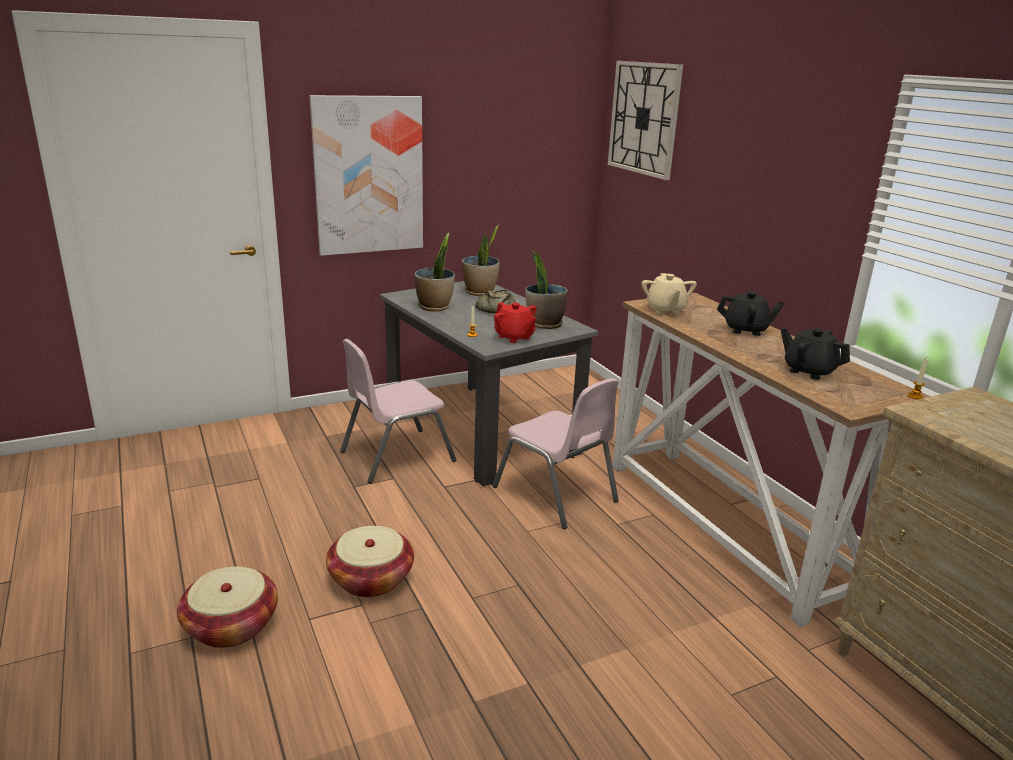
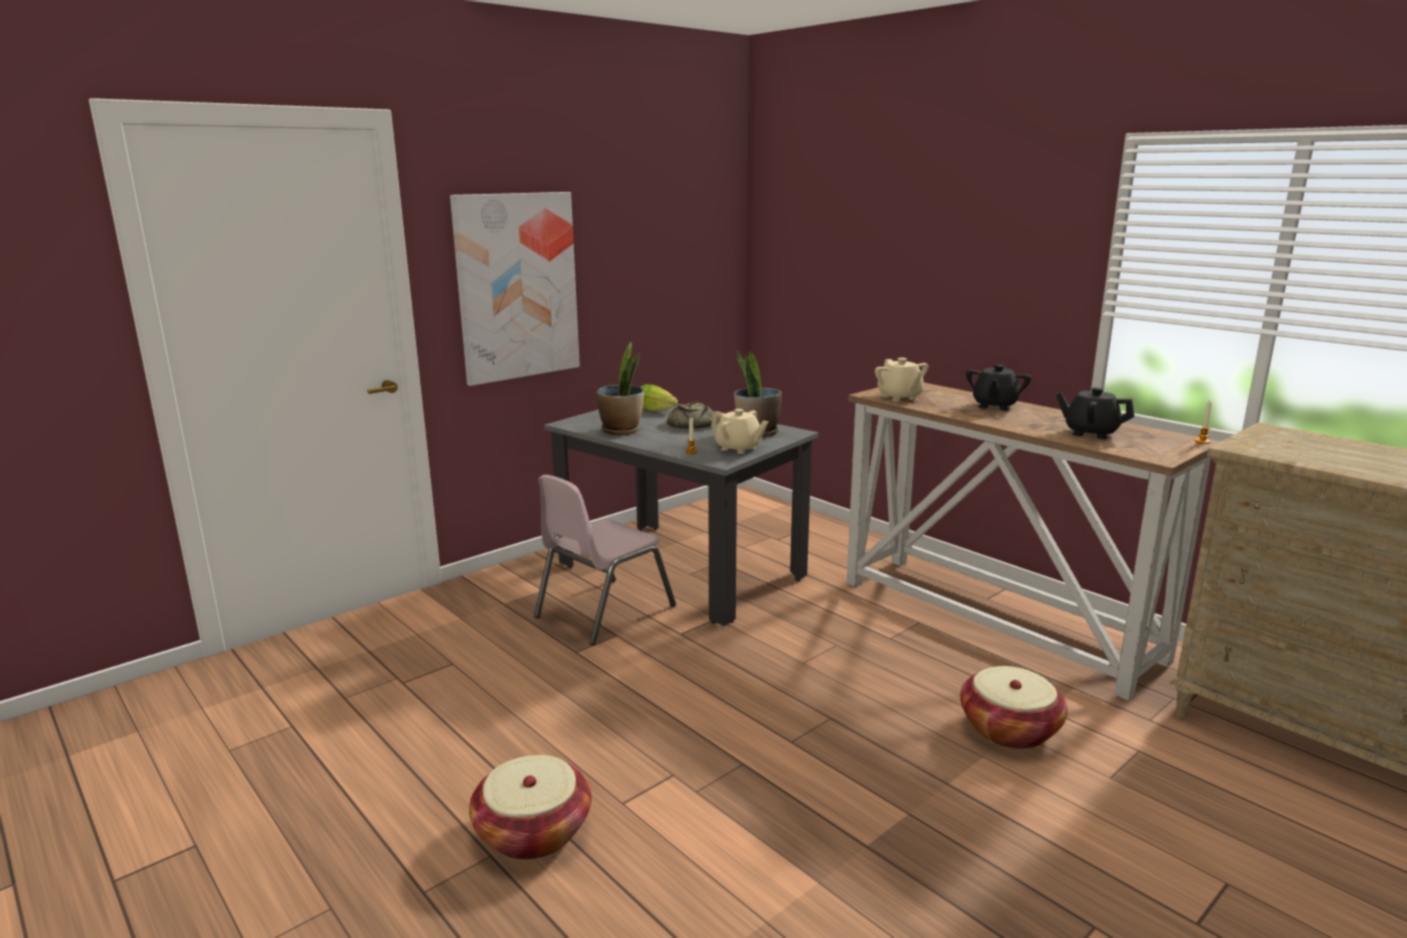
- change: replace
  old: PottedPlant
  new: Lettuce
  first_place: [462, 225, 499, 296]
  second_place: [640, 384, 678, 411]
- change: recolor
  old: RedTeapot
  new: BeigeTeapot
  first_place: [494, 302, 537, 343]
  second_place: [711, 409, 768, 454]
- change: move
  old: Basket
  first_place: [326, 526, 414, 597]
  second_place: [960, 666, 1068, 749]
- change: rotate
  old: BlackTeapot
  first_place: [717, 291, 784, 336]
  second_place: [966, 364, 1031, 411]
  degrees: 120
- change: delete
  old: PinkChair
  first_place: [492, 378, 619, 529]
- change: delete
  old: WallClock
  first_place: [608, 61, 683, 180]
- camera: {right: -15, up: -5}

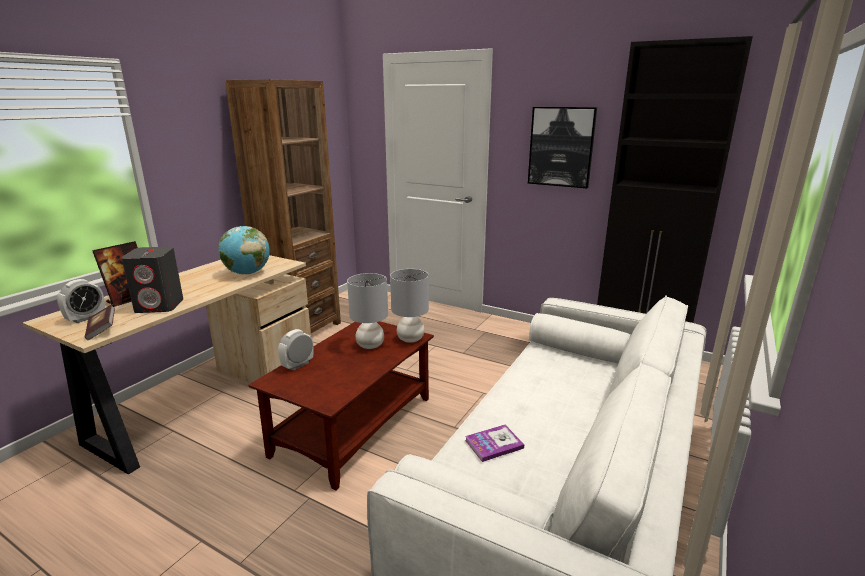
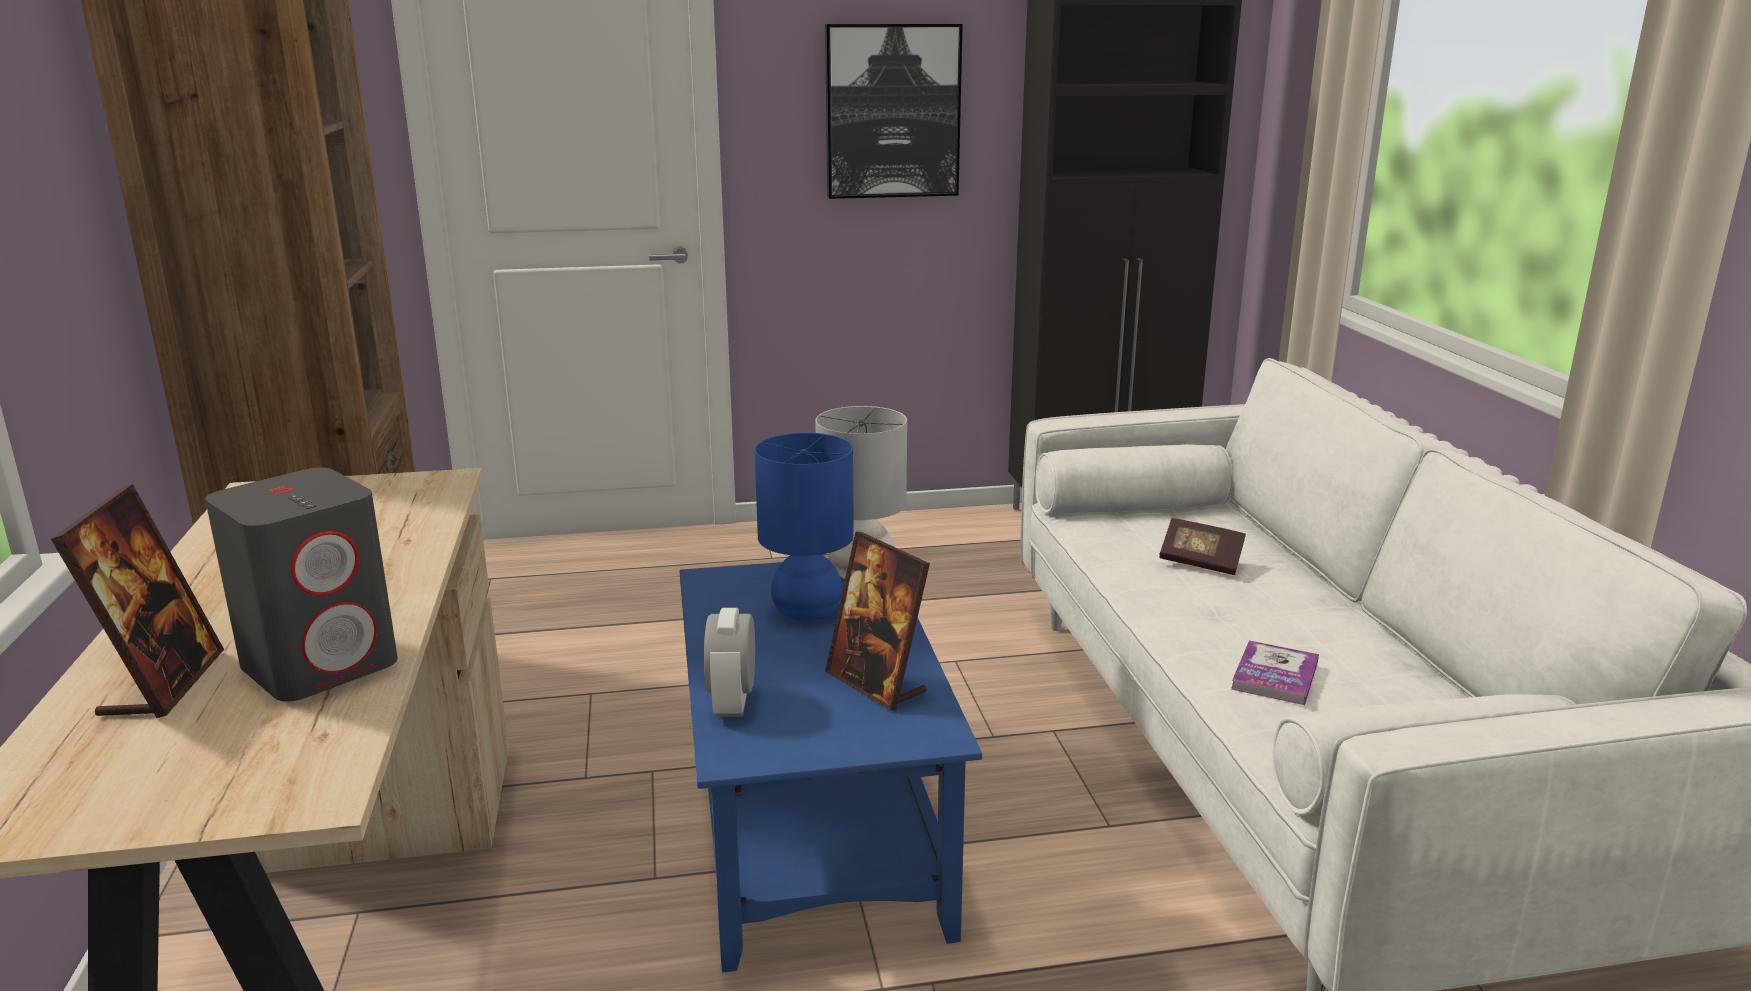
- change: recolor
  old: BrownCoffeeTable
  new: BlueCoffeeTable
  first_place: [249, 321, 434, 491]
  second_place: [680, 559, 982, 972]
- change: recolor
  old: GreyTableLamp
  new: BlueTableLamp
  first_place: [347, 273, 388, 349]
  second_place: [754, 433, 854, 621]
- change: insert
  new: PictureFrame
  second_place: [825, 532, 930, 711]
- change: move
  old: Book
  first_place: [85, 304, 115, 340]
  second_place: [1160, 518, 1246, 575]
- change: delete
  old: AlarmClock
  first_place: [57, 279, 105, 323]
- change: delete
  old: Globe
  first_place: [218, 226, 270, 274]
- camera: {right: -40, up: 0}

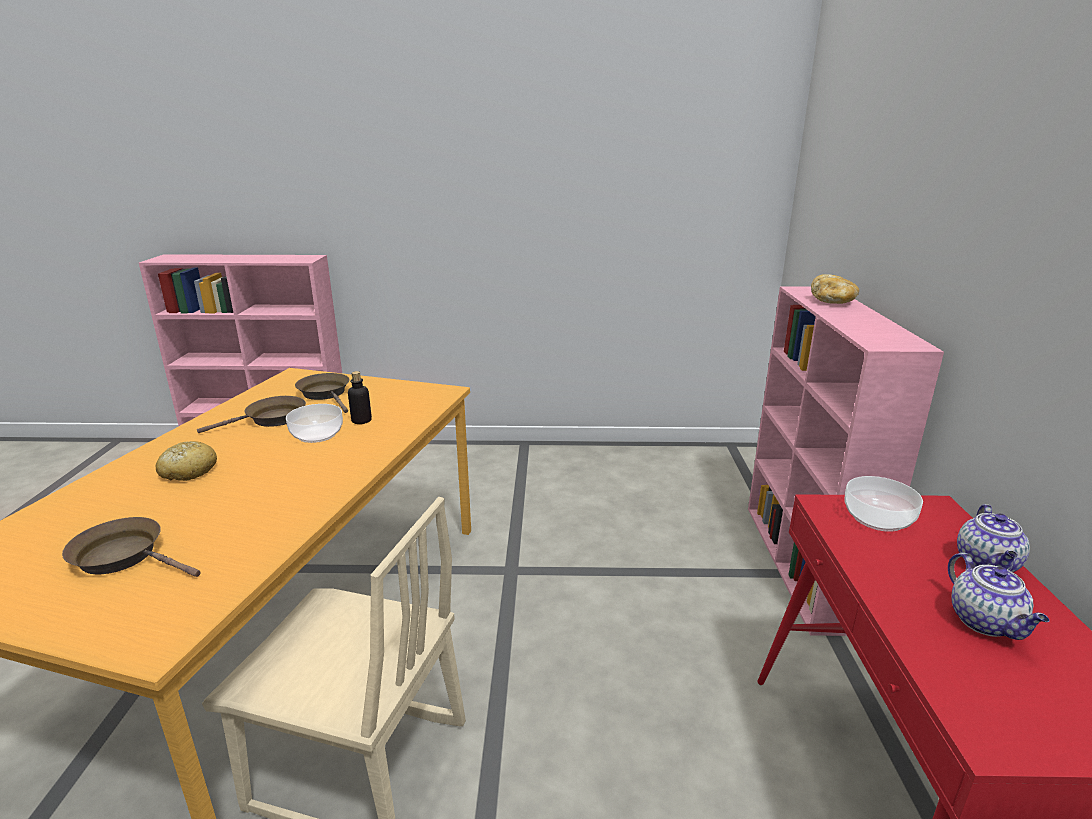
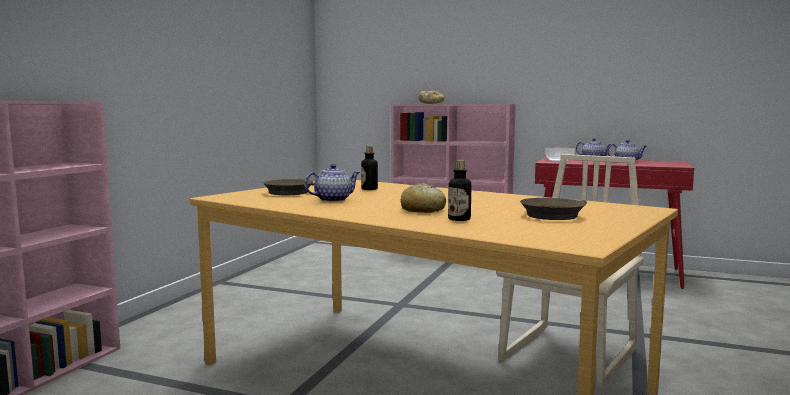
- change: replace
  old: BrownFryingPan
  new: Teapot
  first_place: [197, 396, 306, 433]
  second_place: [304, 164, 360, 202]
- change: insert
  new: Bottle
  second_place: [448, 160, 471, 221]
- change: delete
  old: Bowl
  first_place: [286, 404, 343, 443]
- camera: {right: -70, up: -15}

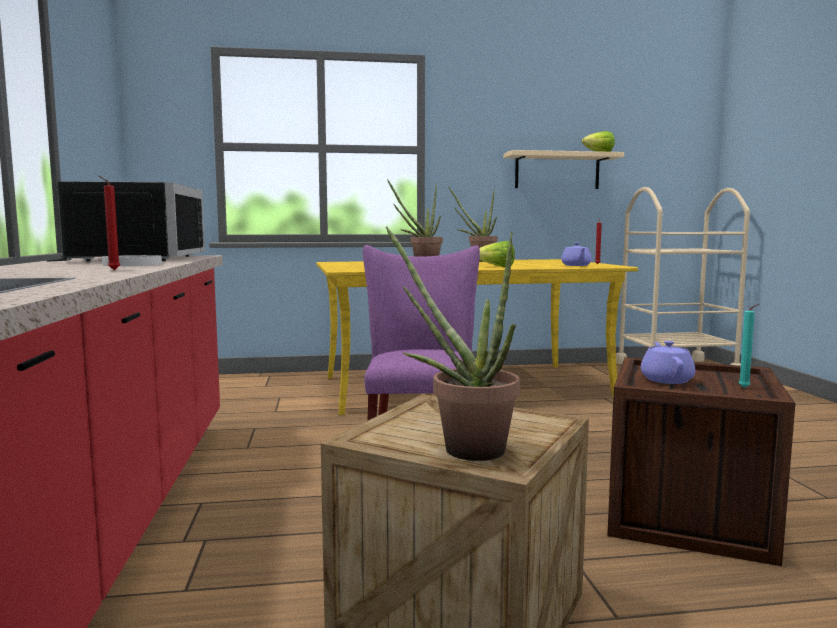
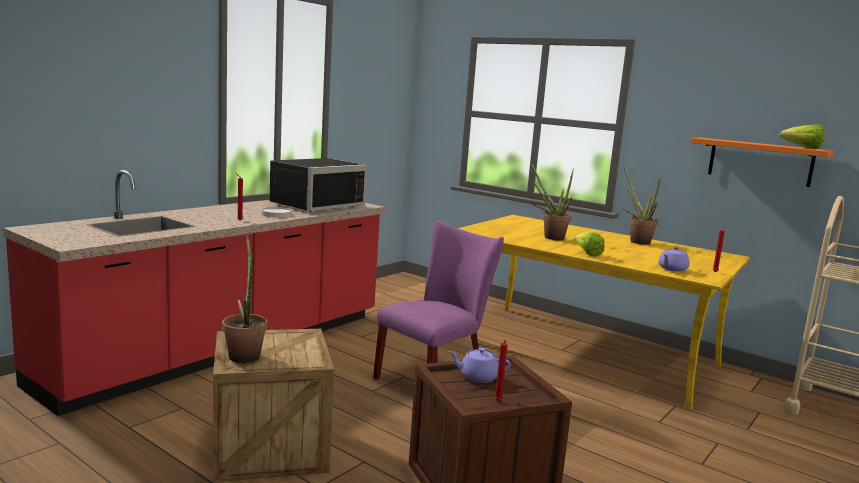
- change: rotate
  old: PurpleTeapot
  first_place: [641, 341, 696, 384]
  second_place: [448, 348, 511, 383]
  degrees: -135
- change: recolor
  old: TurquoiseCandle
  new: RedCandle
  first_place: [739, 303, 760, 388]
  second_place: [494, 340, 507, 401]
- change: recolor
  old: BeigeShelf
  new: OrangeShelf
  first_place: [503, 150, 624, 189]
  second_place: [690, 138, 834, 187]
- camera: {right: 45, up: 5}

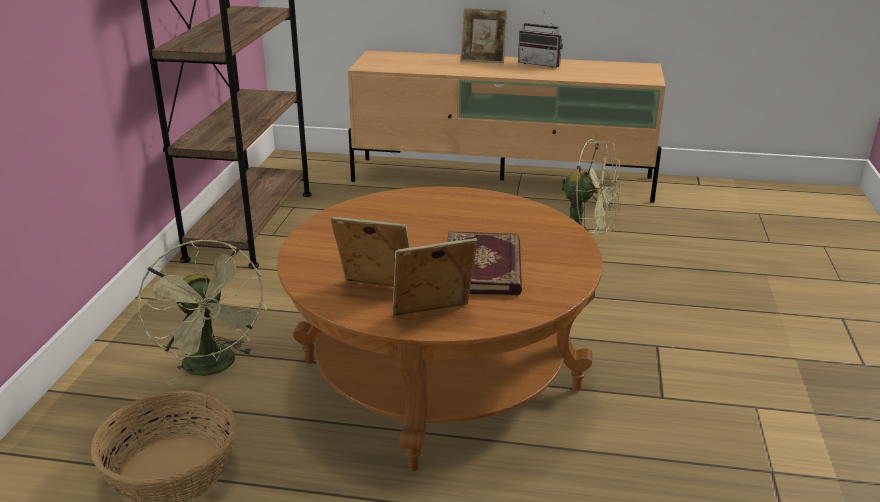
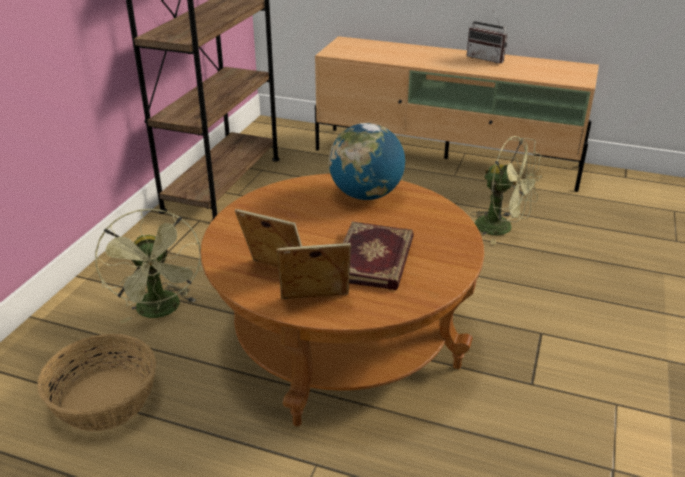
- change: insert
  new: Globe
  second_place: [328, 123, 405, 200]
- change: delete
  old: PictureFrame
  first_place: [460, 8, 508, 63]
- camera: {right: 10, up: 5}

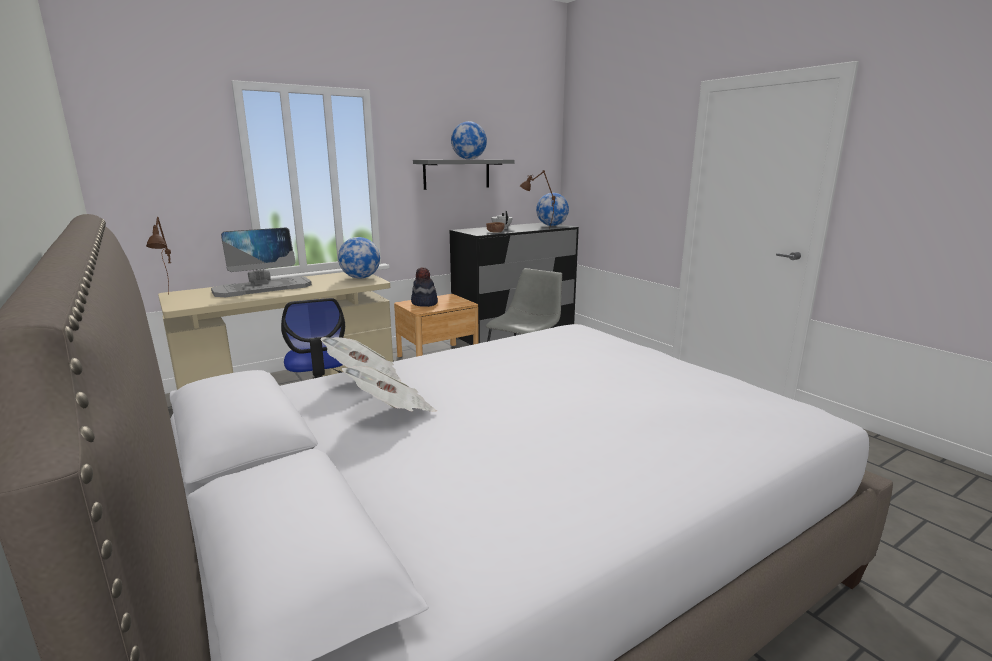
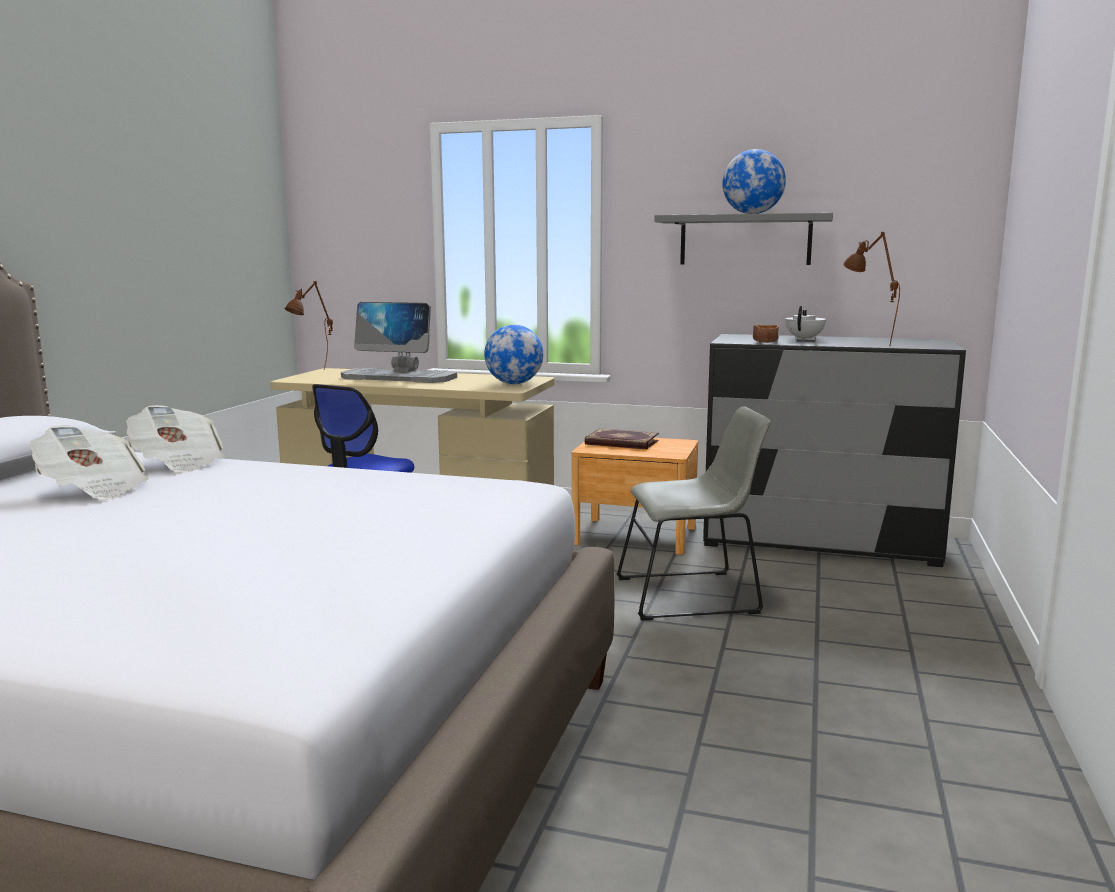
- change: replace
  old: Hat
  new: Book
  first_place: [411, 267, 438, 307]
  second_place: [585, 428, 659, 450]
- change: delete
  old: Globe
  first_place: [536, 193, 569, 226]
- camera: {right: 50, up: -5}

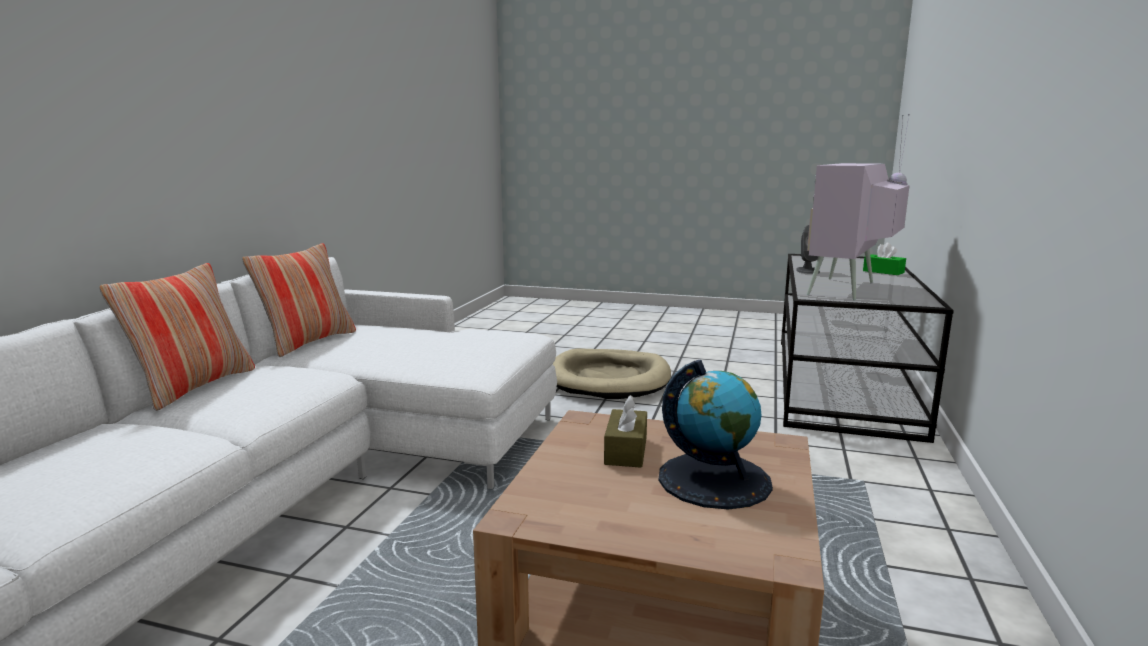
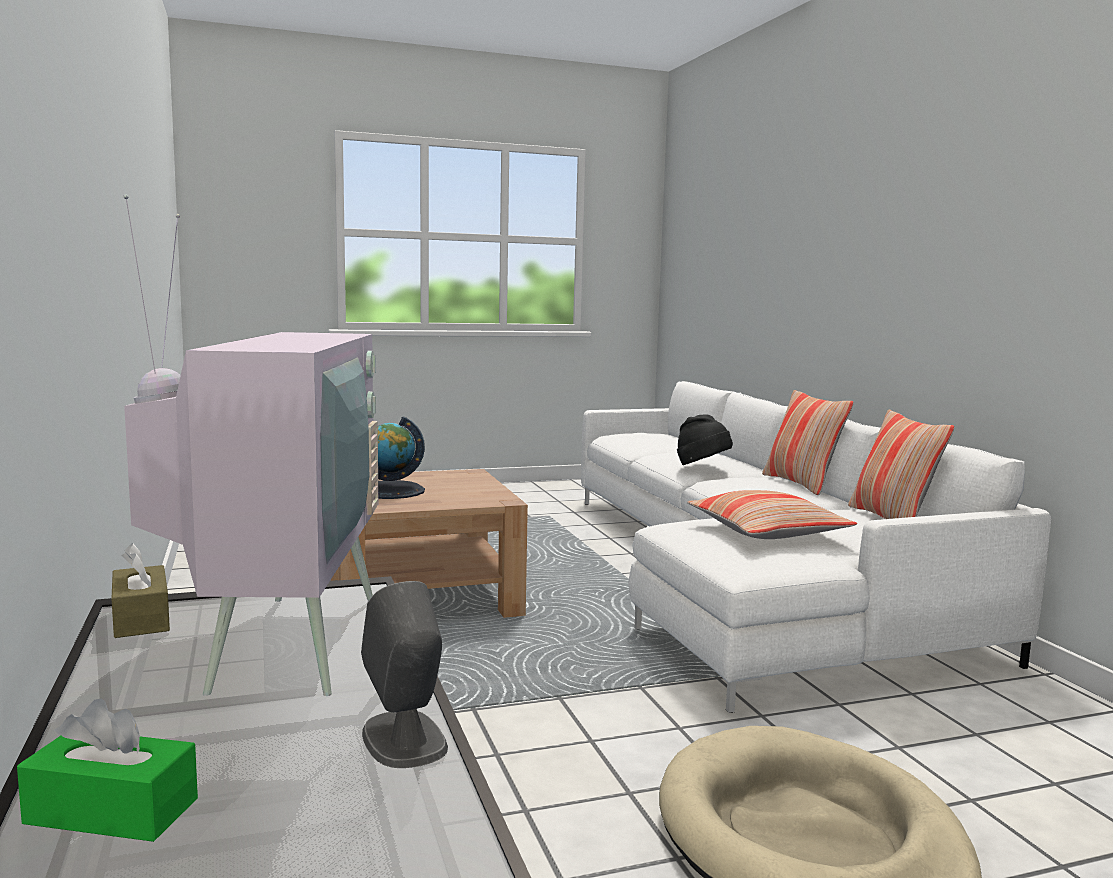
- change: move
  old: BrownTissueBox
  first_place: [604, 395, 647, 468]
  second_place: [111, 543, 170, 638]
- change: insert
  new: BlackHat
  second_place: [677, 414, 733, 465]
- change: insert
  new: Pillow
  second_place: [687, 490, 857, 539]
- camera: {right: 145, up: -5}

